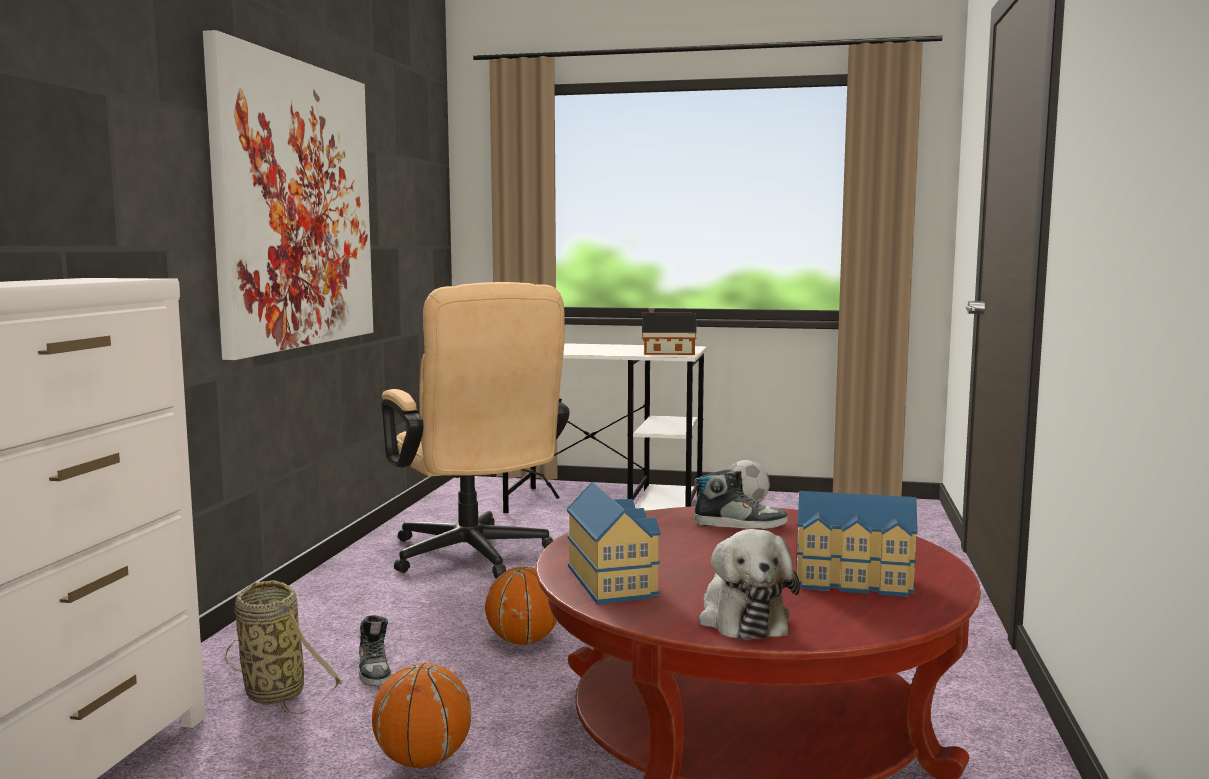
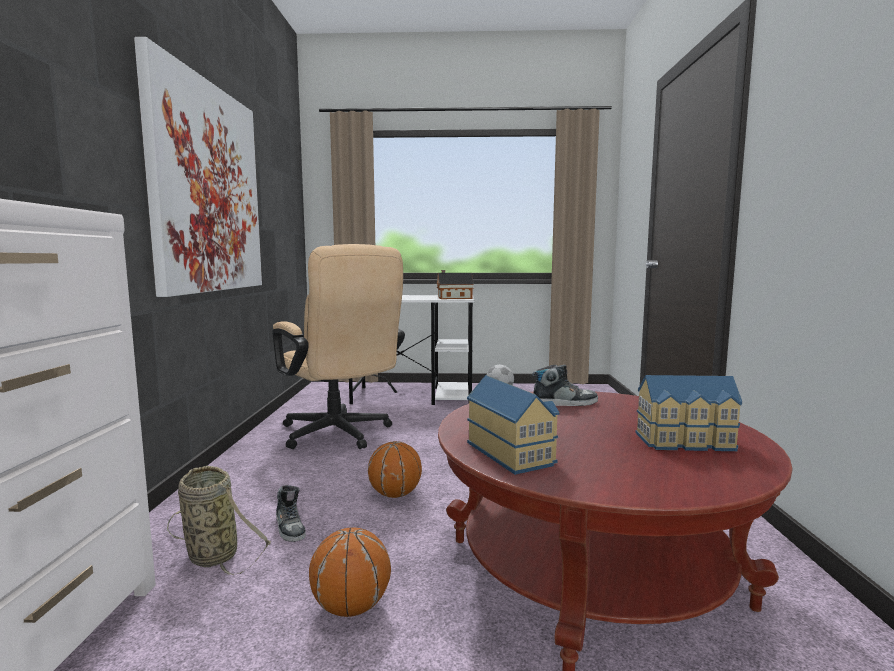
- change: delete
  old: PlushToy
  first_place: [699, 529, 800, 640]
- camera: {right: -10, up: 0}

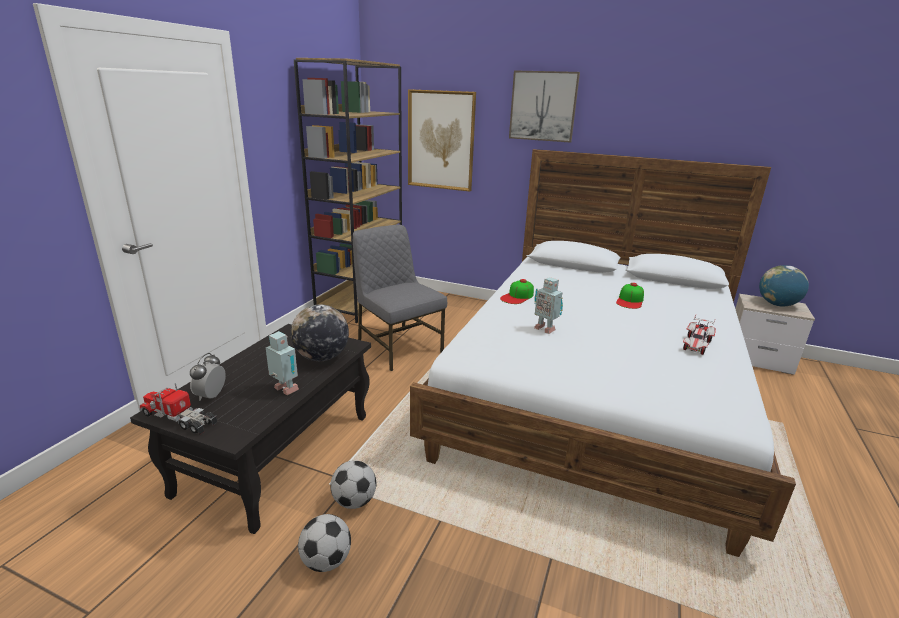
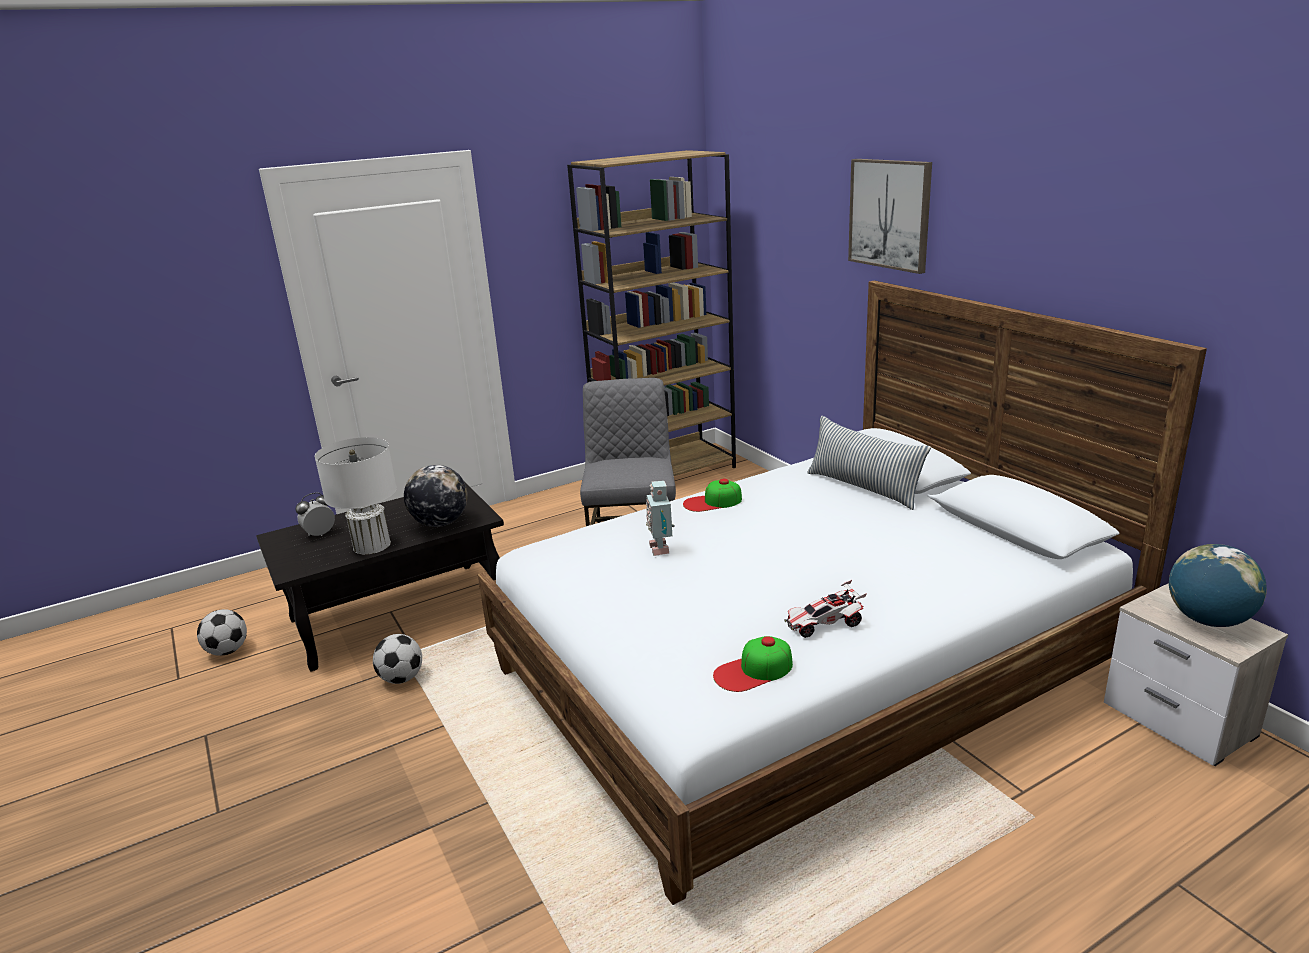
- change: move
  old: Football
  first_place: [298, 514, 351, 572]
  second_place: [197, 609, 247, 656]
- change: replace
  old: ToyRobot
  new: WhiteTableLamp
  first_place: [266, 331, 299, 395]
  second_place: [315, 437, 397, 555]
- change: move
  old: Cap
  first_place: [616, 283, 644, 309]
  second_place: [713, 636, 793, 692]
- change: insert
  new: Pillow
  second_place: [807, 416, 931, 510]
- change: delete
  old: ToyTruck
  first_place: [139, 383, 217, 435]
- change: delete
  old: Picture
  first_place: [408, 89, 476, 192]
- camera: {right: 40, up: 0}

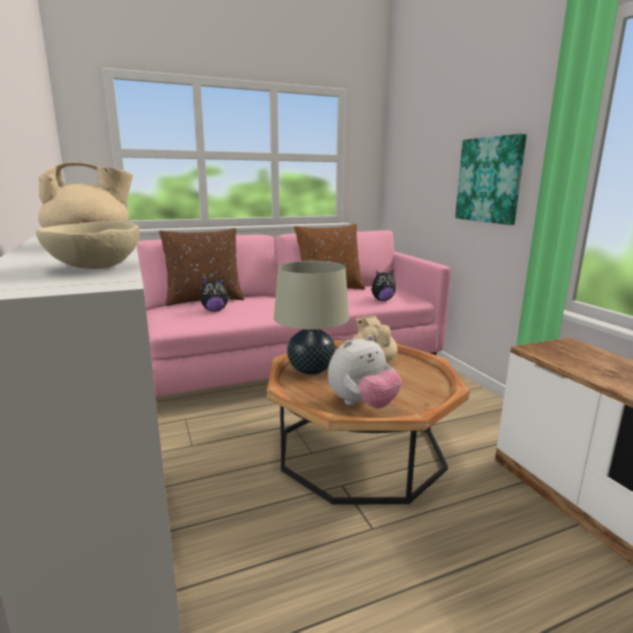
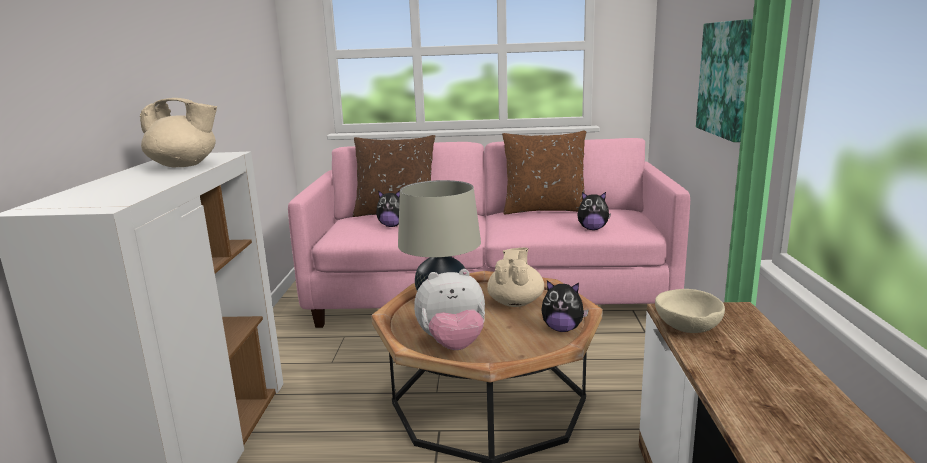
- change: insert
  new: PlushToy
  second_place: [541, 281, 589, 332]
- change: move
  old: BeigeBowl
  first_place: [36, 221, 140, 269]
  second_place: [655, 289, 725, 333]
- camera: {right: 25, up: 0}

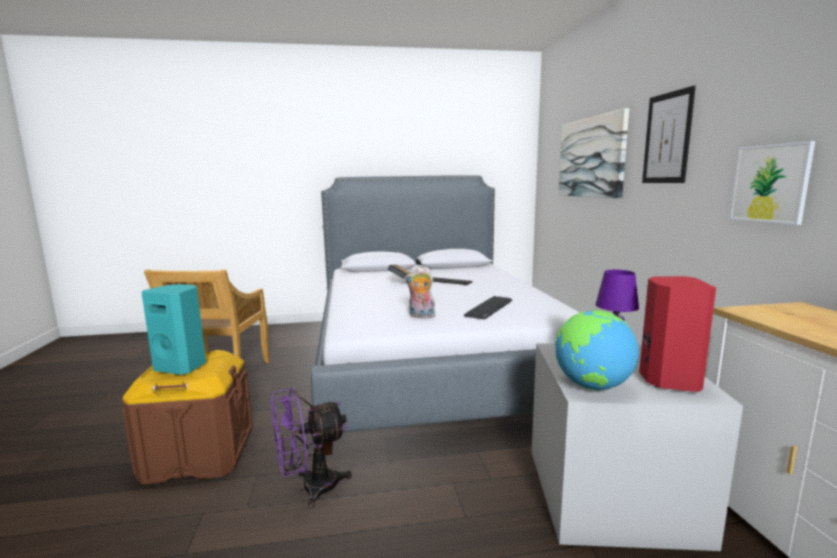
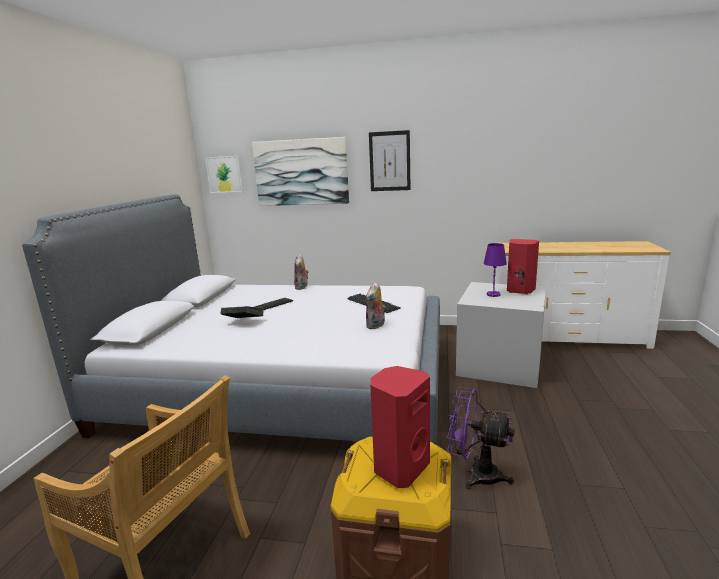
- change: move
  old: Picture
  first_place: [730, 141, 815, 225]
  second_place: [205, 156, 243, 193]
- change: insert
  new: PlushToy
  second_place: [294, 254, 309, 290]
- change: recolor
  old: TurquoiseSpeaker
  new: RedSpeaker
  first_place: [141, 284, 206, 375]
  second_place: [370, 366, 430, 488]
- change: rotate
  old: PurpleFan
  first_place: [271, 388, 352, 508]
  second_place: [446, 387, 515, 489]
  degrees: 120
- change: delete
  old: Globe
  first_place: [555, 310, 639, 390]
- camera: {right: -70, up: 5}

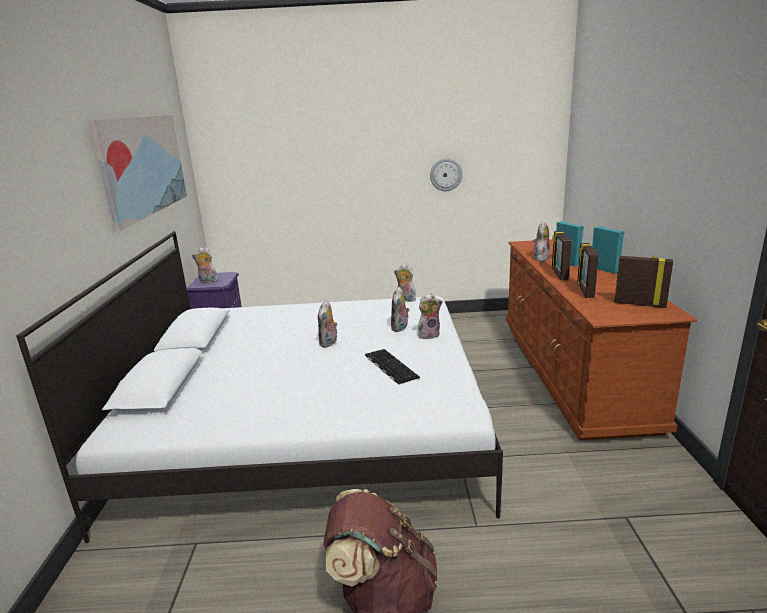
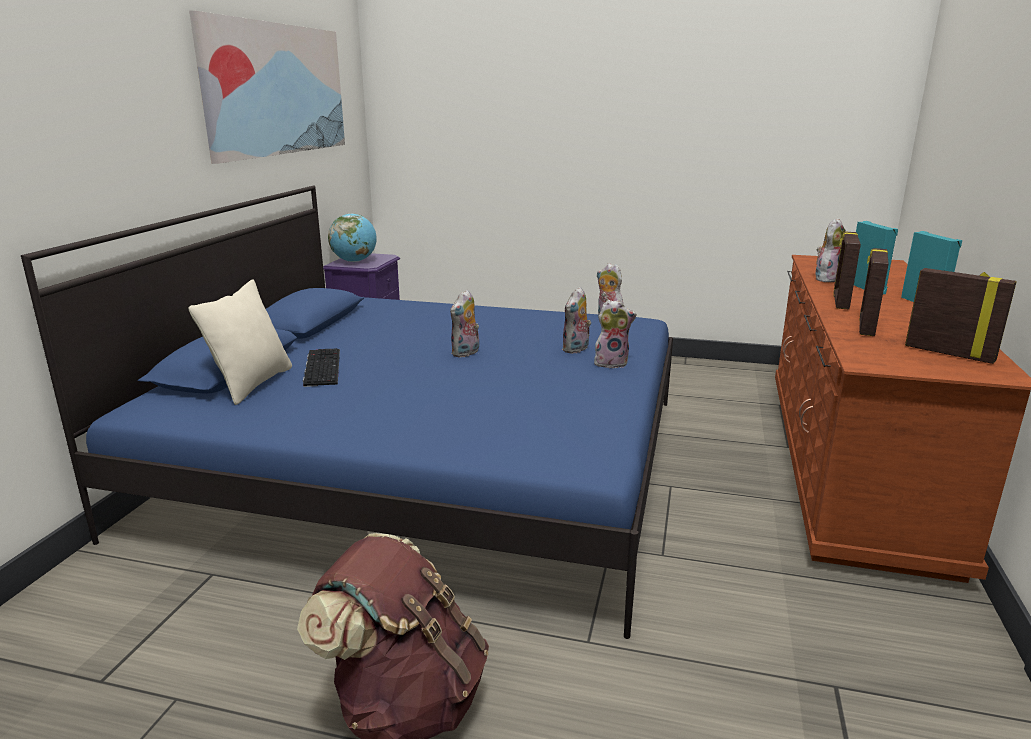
- change: recolor
  old: WhiteBed
  new: BlueBed
  first_place: [16, 231, 503, 543]
  second_place: [21, 185, 673, 639]
- change: insert
  new: BeigePillow
  second_place: [188, 279, 292, 405]
- change: move
  old: Keyboard
  first_place: [365, 349, 420, 385]
  second_place: [303, 348, 340, 387]
- change: replace
  old: PlushToy
  new: Globe
  first_place: [192, 247, 218, 283]
  second_place: [328, 213, 377, 262]
- change: delete
  old: WallClock
  first_place: [430, 158, 463, 191]
- camera: {right: 15, up: 0}

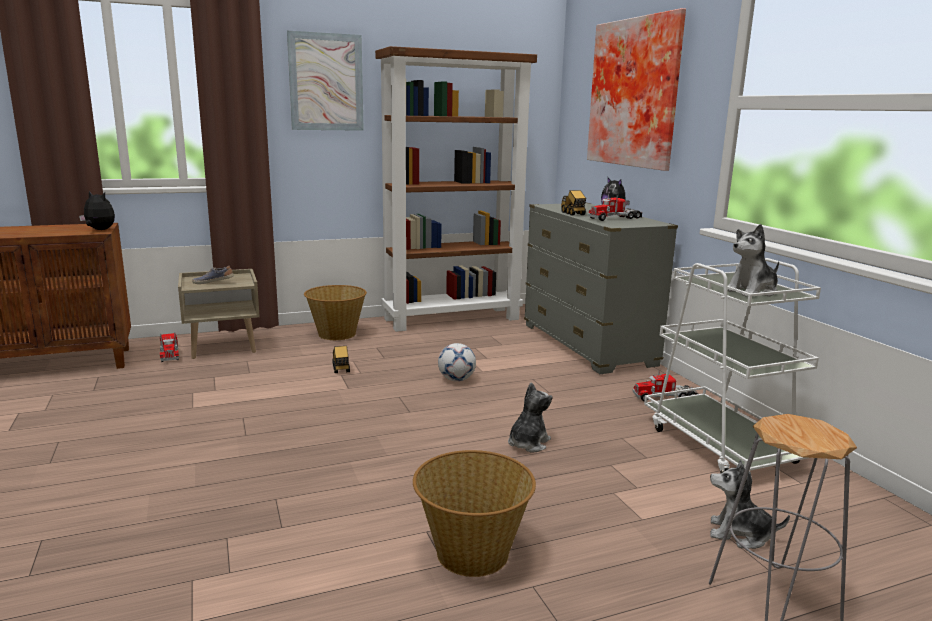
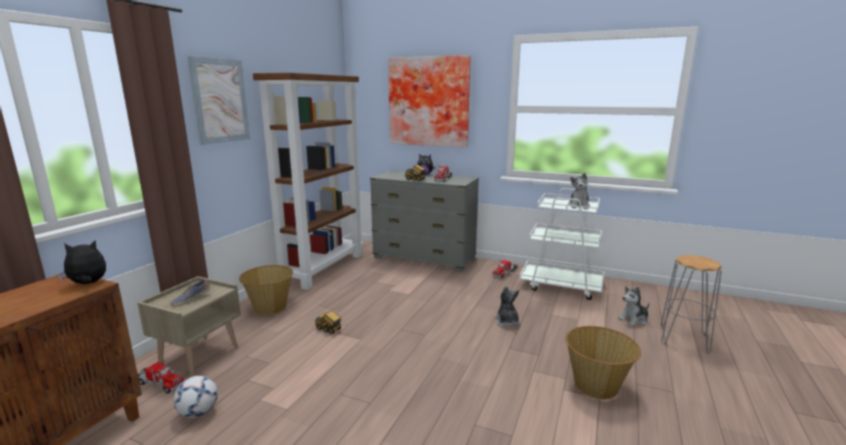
- change: move
  old: Football
  first_place: [438, 343, 476, 381]
  second_place: [173, 376, 218, 418]
- camera: {right: -45, up: 0}

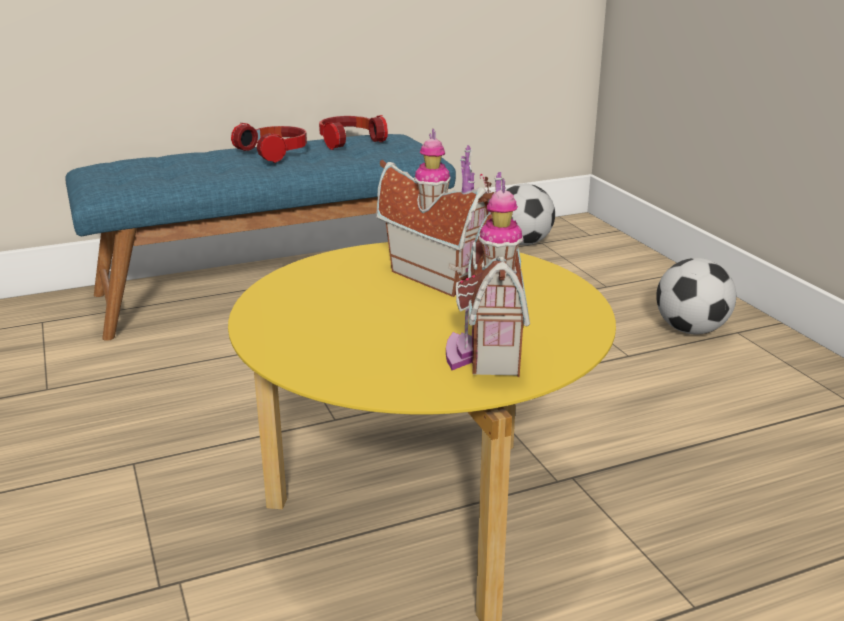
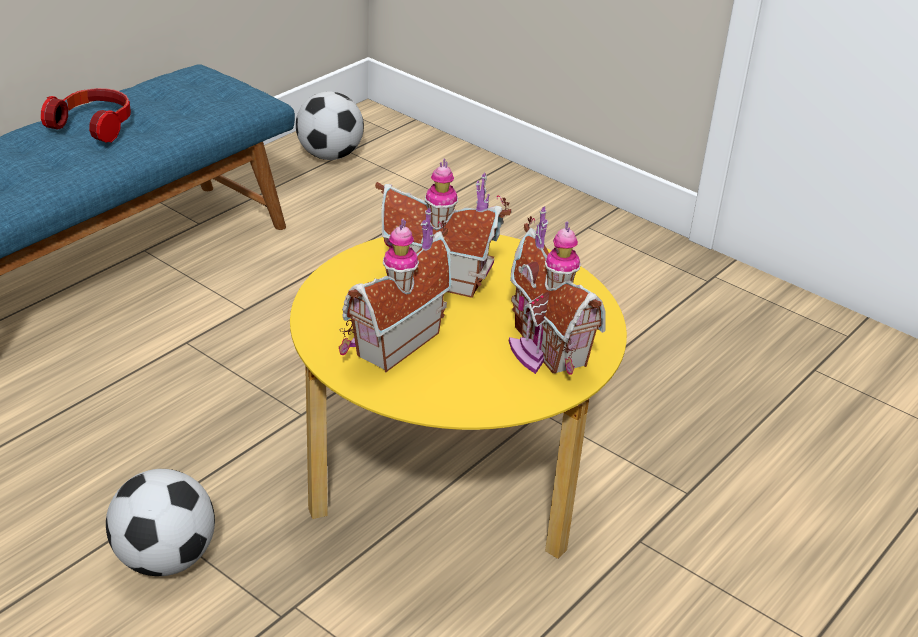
- change: move
  old: Football
  first_place: [656, 258, 736, 334]
  second_place: [106, 469, 215, 576]
- change: insert
  new: ToyHouse
  second_place: [339, 208, 452, 372]
- change: delete
  old: Headphones
  first_place: [319, 115, 388, 150]
- camera: {right: -30, up: 10}

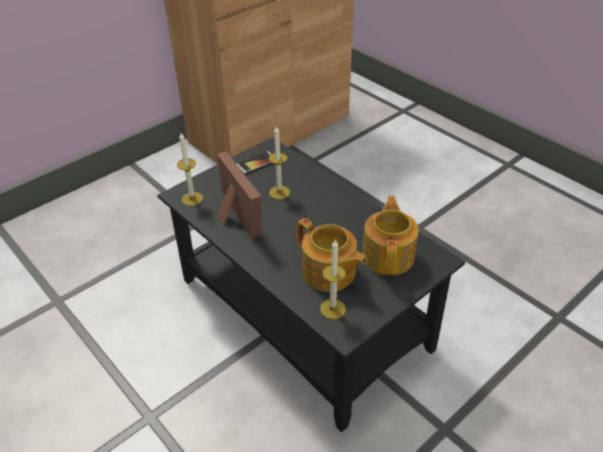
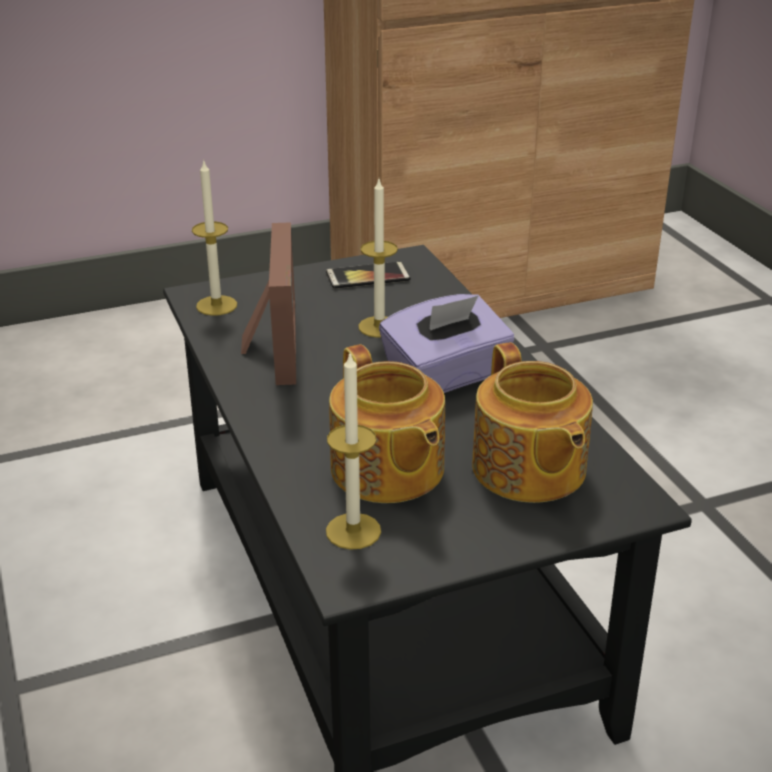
- change: insert
  new: PurpleTissueBox
  second_place: [379, 294, 515, 393]
- change: rotate
  old: Teapot
  first_place: [362, 196, 419, 275]
  second_place: [472, 342, 593, 503]
  degrees: 135
- camera: {right: 20, up: -10}

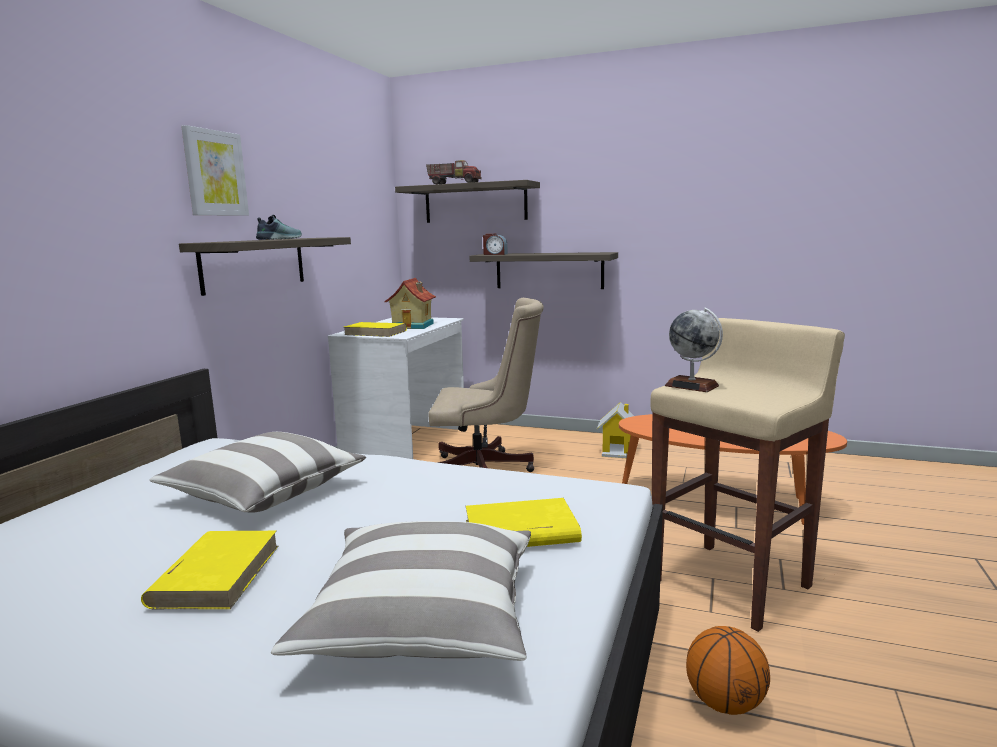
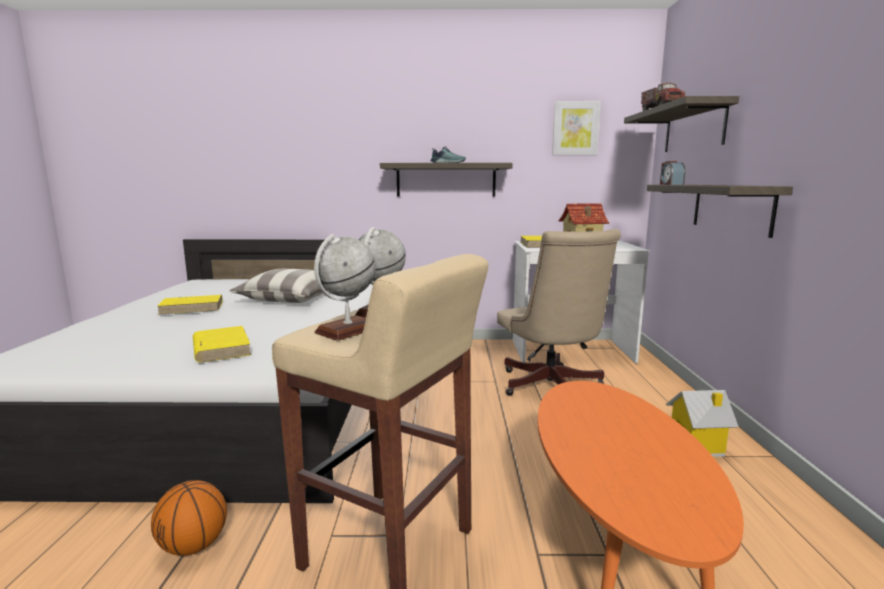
- change: insert
  new: Globe
  second_place: [314, 234, 376, 341]
- change: move
  old: Picture
  first_place: [181, 125, 249, 216]
  second_place: [552, 101, 601, 155]
- change: delete
  old: Pillow
  first_place: [271, 521, 531, 661]
- camera: {right: 70, up: 0}

